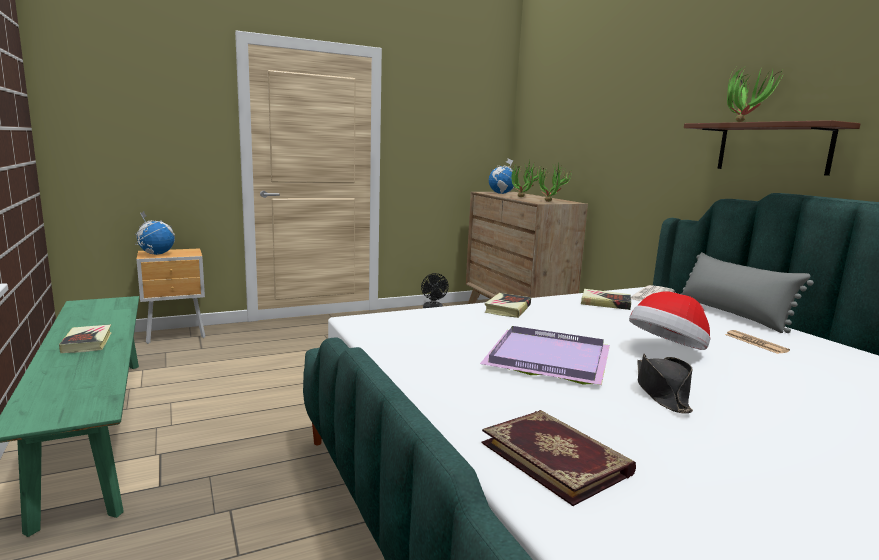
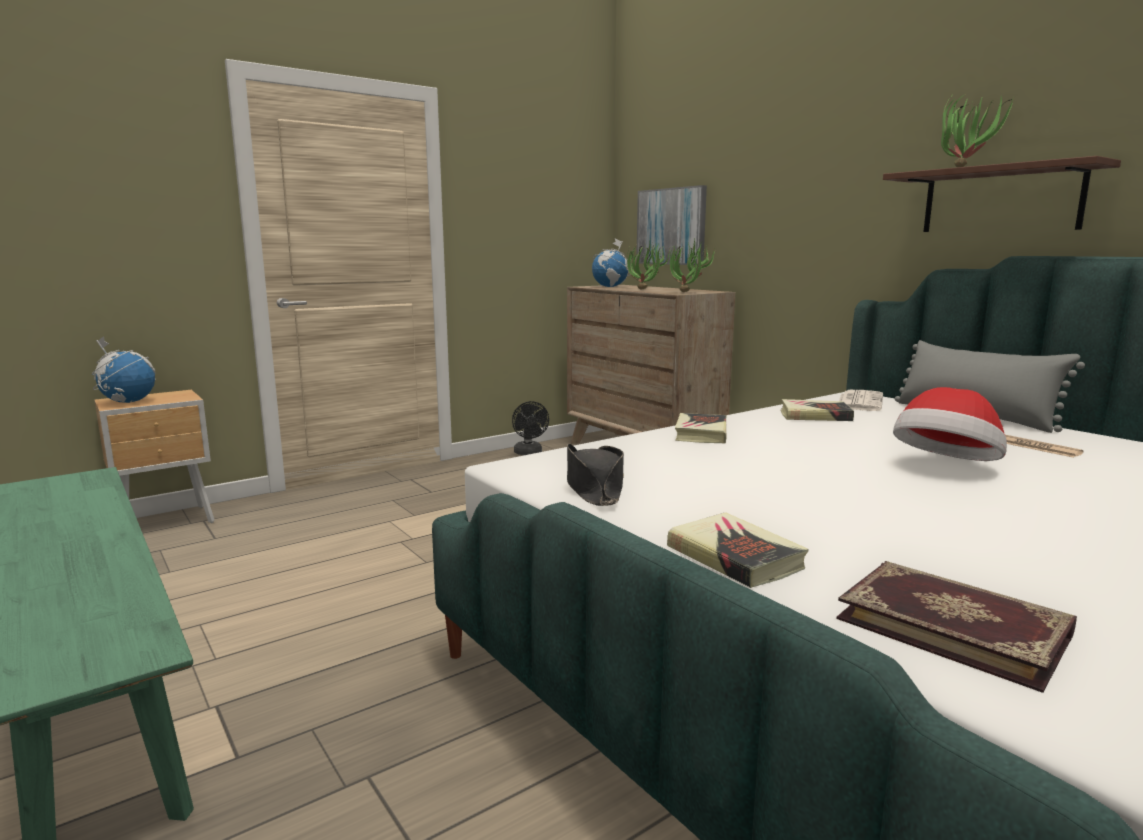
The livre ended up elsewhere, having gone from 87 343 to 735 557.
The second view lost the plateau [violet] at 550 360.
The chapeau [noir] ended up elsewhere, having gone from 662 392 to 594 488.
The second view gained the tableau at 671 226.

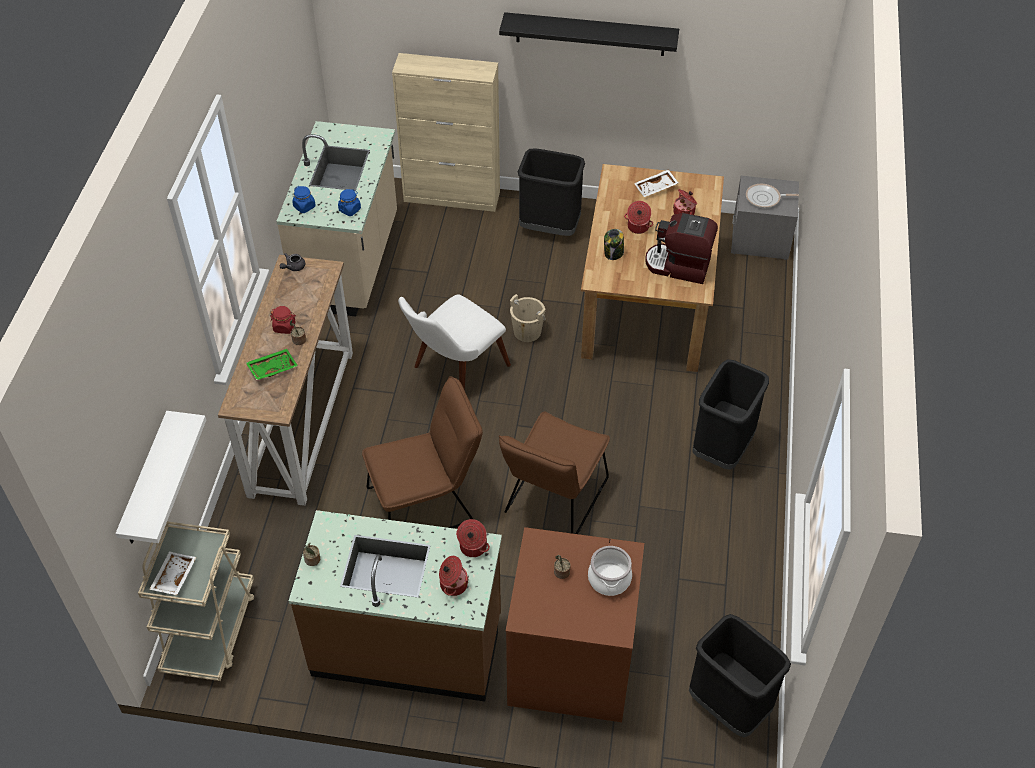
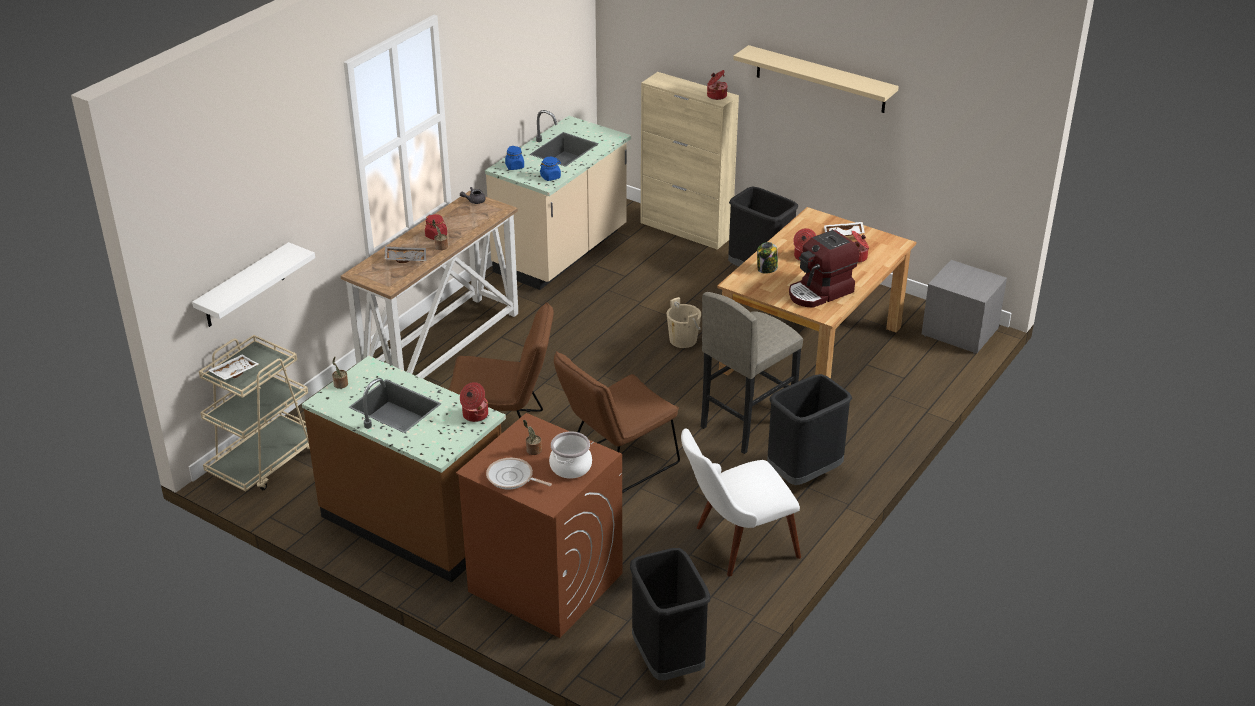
What was the plateau [vert] at 272 368 turned into the plateau [gris] at 406 258.
The chaise [blanc] ended up elsewhere, having gone from 453 372 to 735 545.
The marmite ended up elsewhere, having gone from 453 584 to 716 95.
What was the étagère [noir] at 590 34 turned into the étagère [beige] at 820 79.
The machine à café at 678 266 ended up facing another way, 75 degrees counterclockwise from before.
The poêle ended up elsewhere, having gone from 765 198 to 512 478.
The second view gained the tabouret [gris] at 746 424.

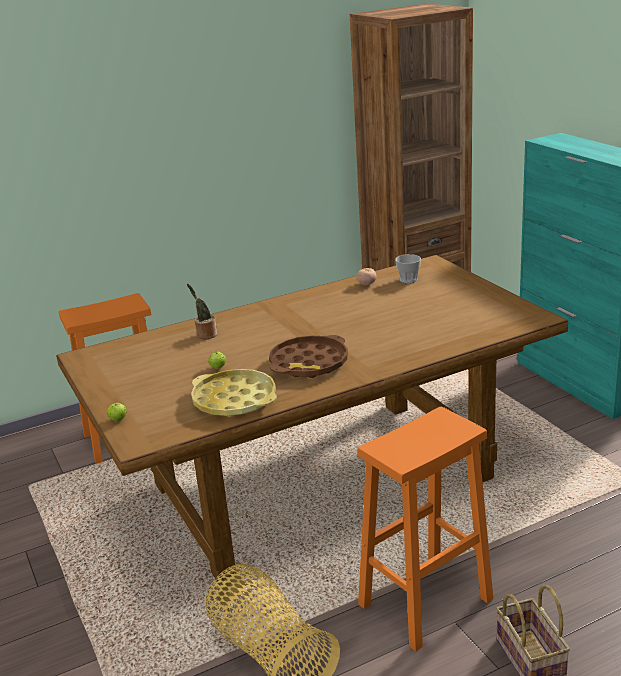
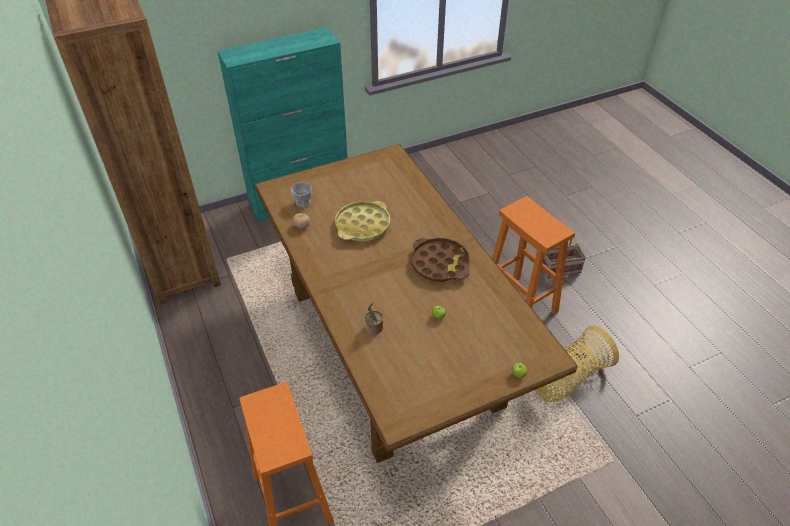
The plateau [jaune] ended up elsewhere, having gone from 234 400 to 363 225.

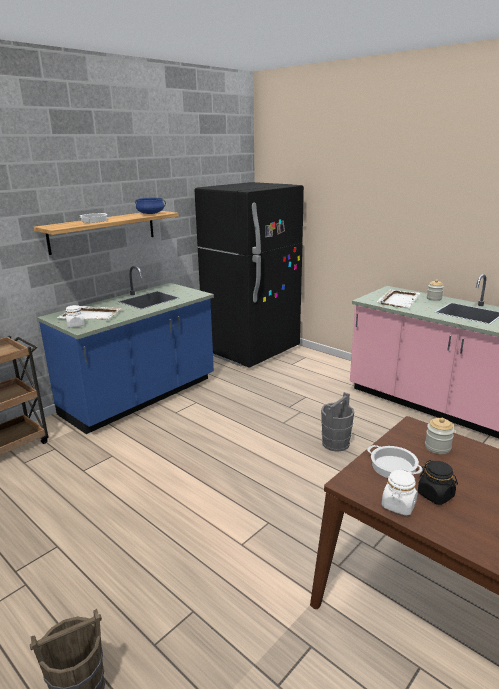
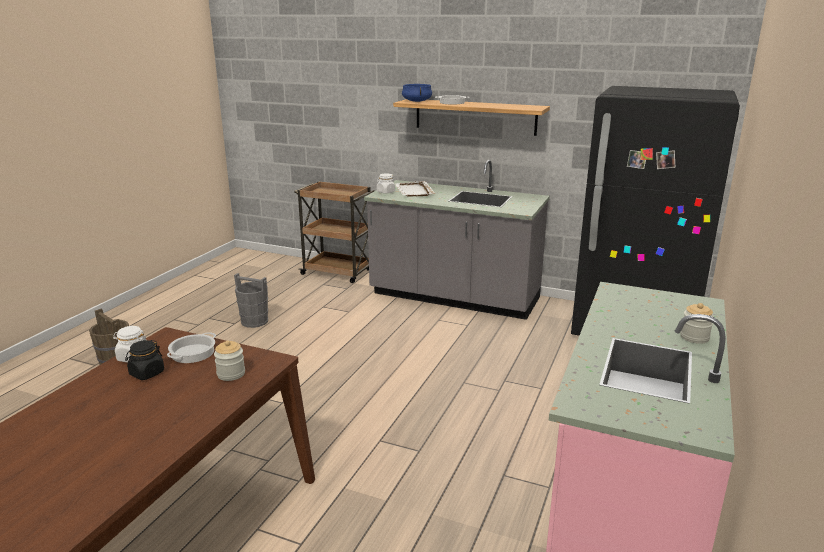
What was the comptoir de cuisine [bleu] at 141 397 turned into the comptoir de cuisine [gris] at 454 297.
The marmite [bleu] ended up elsewhere, having gone from 150 213 to 417 101.
The seau [gris] ended up elsewhere, having gone from 335 443 to 254 321.
The second view lost the plateau [blanc] at 399 300.

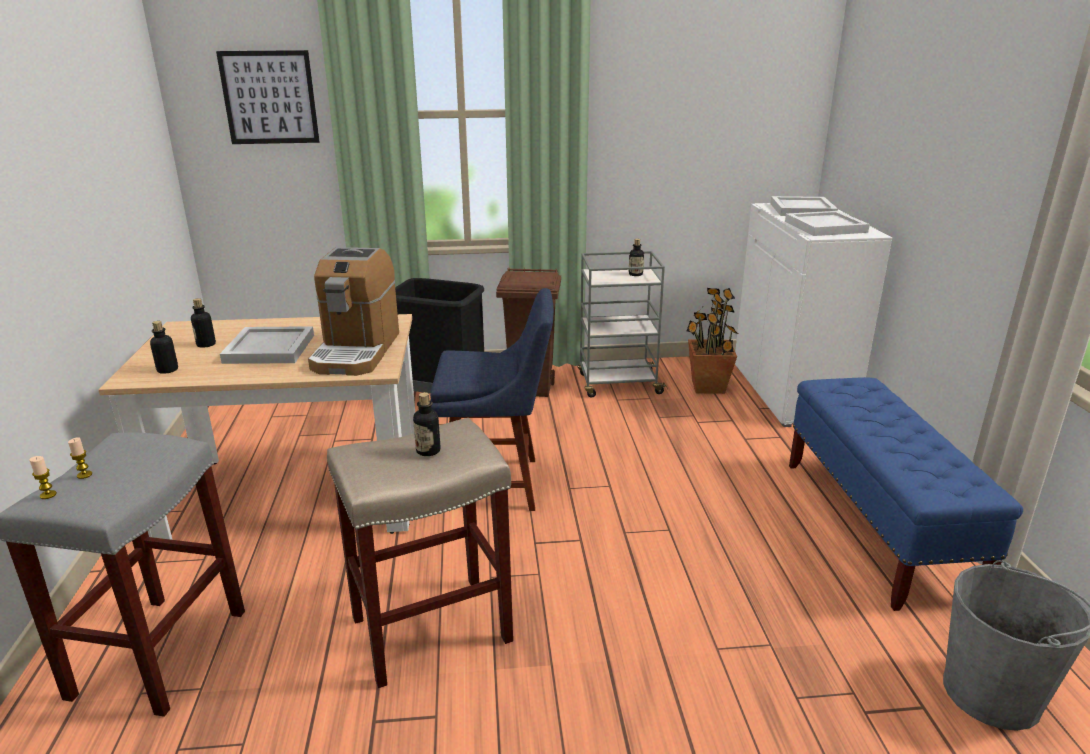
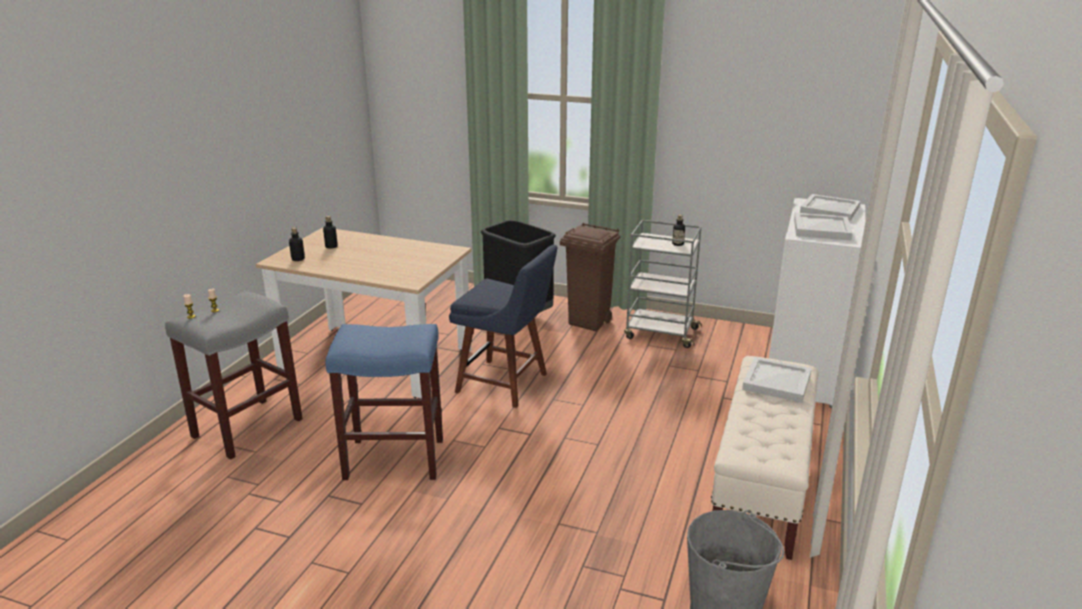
The second view lost the tableau at 269 97.
The plateau [blanc] ended up elsewhere, having gone from 269 348 to 776 381.
The second view lost the machine à café at 356 351.
What was the tabouret [beige] at 433 628 turned into the tabouret [bleu] at 396 458.
The second view lost the bouteille at 428 451.
The second view lost the plante en pot at 707 387.
What was the banc [bleu] at 875 527 turned into the banc [beige] at 761 486.

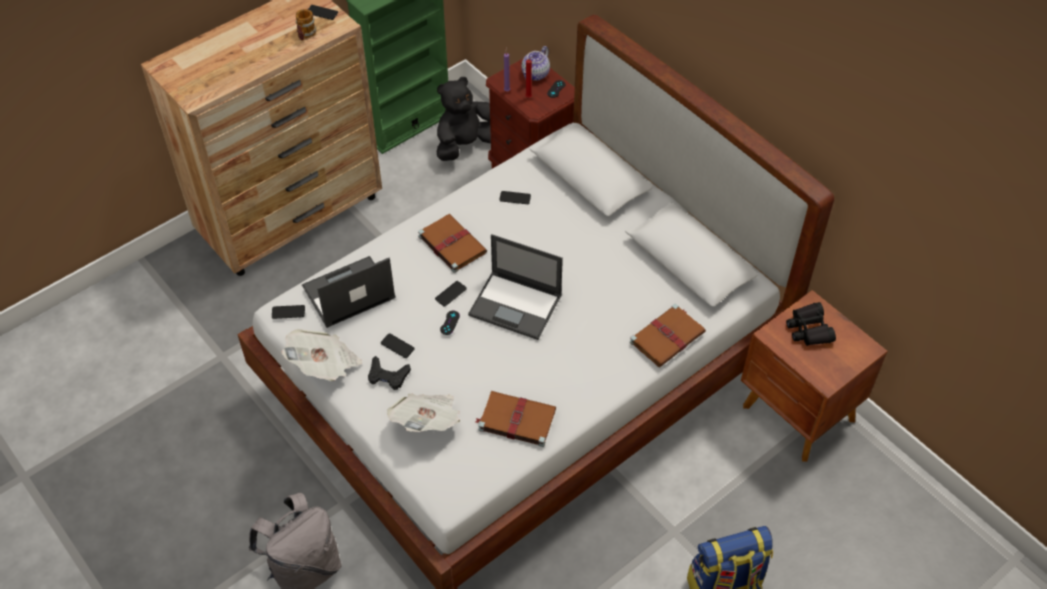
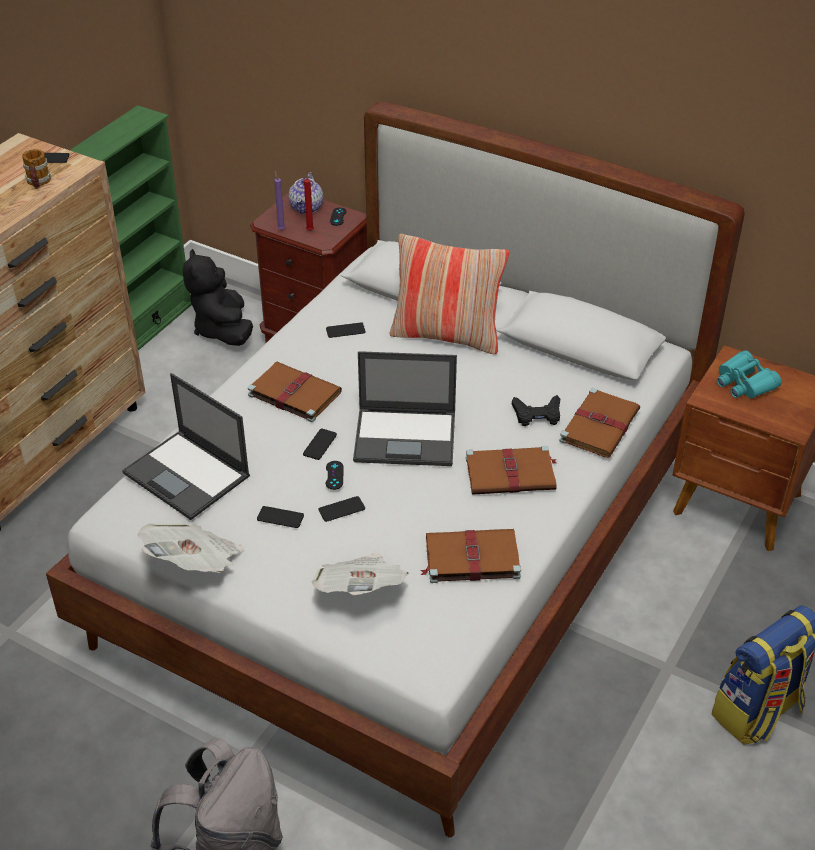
The téléphone ended up elsewhere, having gone from 288 312 to 341 509.
The ordinateur portable at 347 293 ended up facing another way, 90 degrees counterclockwise from before.
The manette [noir] ended up elsewhere, having gone from 388 376 to 537 414.
The peluche [noir] at 464 145 ended up facing another way, 45 degrees counterclockwise from before.
What was the jumelles [noir] at 809 329 turned into the jumelles [turquoise] at 744 383.
The second view gained the coussin at 446 335.
The second view gained the livre [marron] at 512 474.

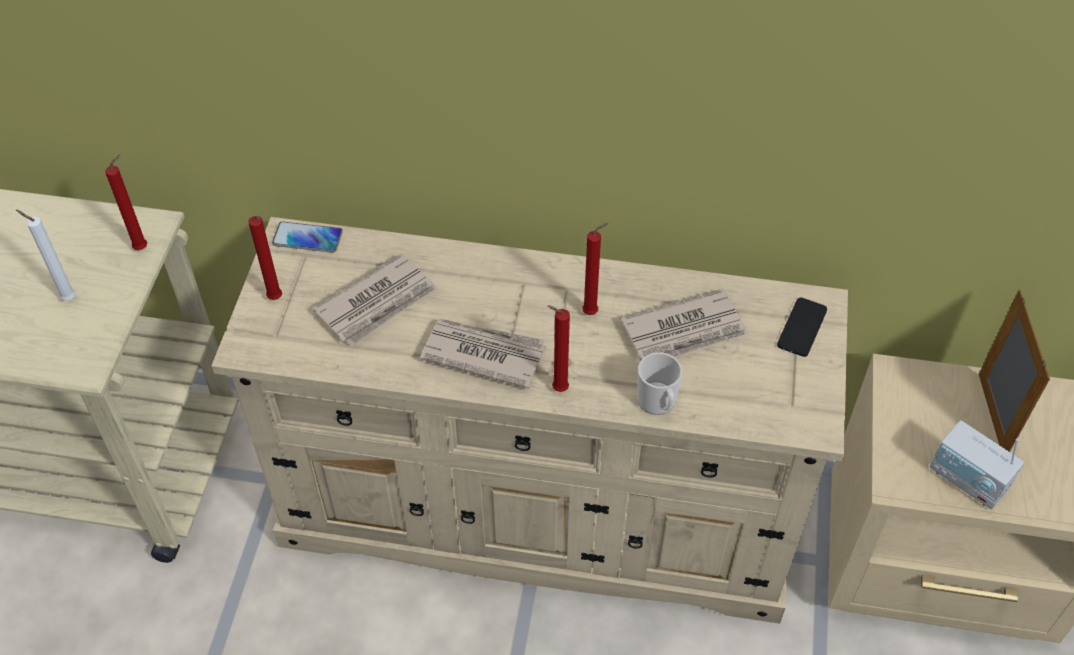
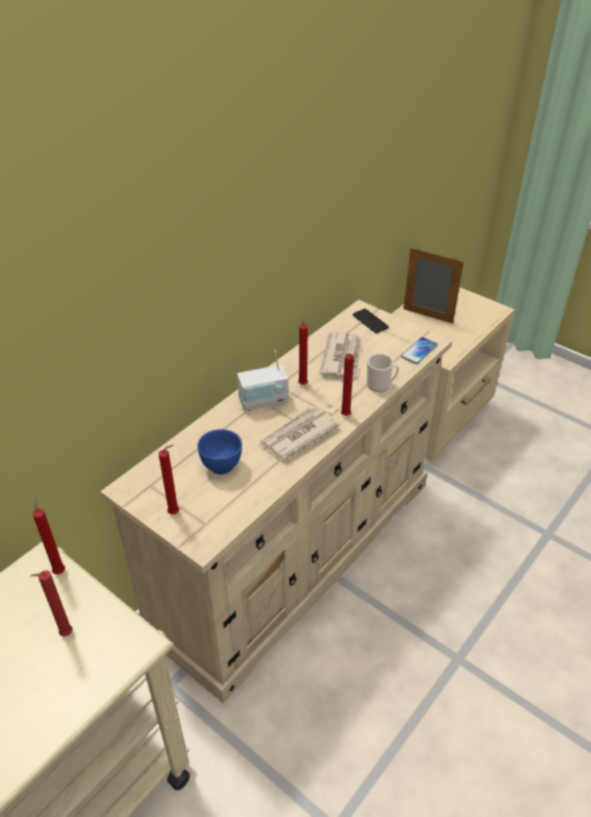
What was the bougie [blanc] at 67 298 turned into the bougie [rouge] at 64 635.
The téléphone ended up elsewhere, having gone from 307 238 to 419 351.
Where the journal stood at 377 303, the bol [bleu] came to stand at 221 466.
The radio ended up elsewhere, having gone from 968 480 to 263 401.

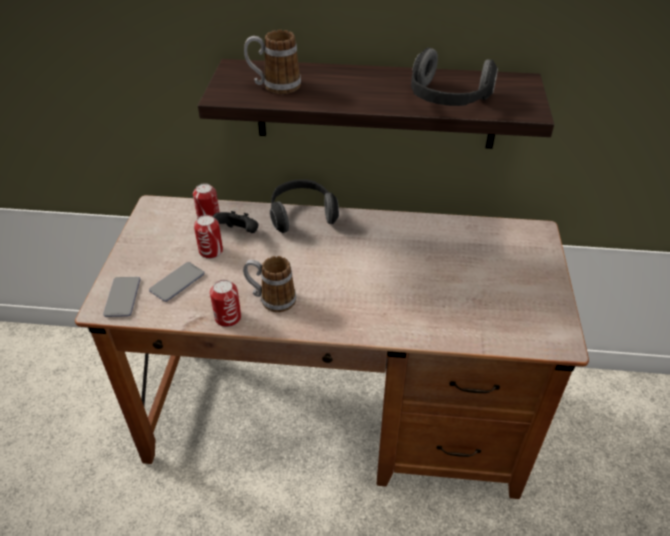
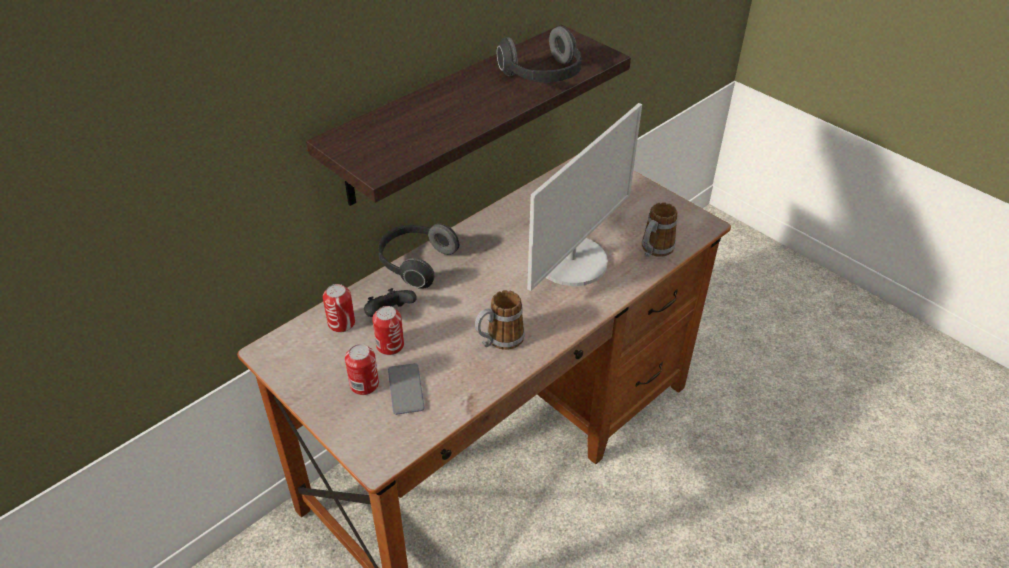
The second view lost the téléphone at 122 297.
The boîte métallique ended up elsewhere, having gone from 228 317 to 364 384.
The mug ended up elsewhere, having gone from 274 86 to 654 250.
The second view gained the écran d'ordinateur at 571 261.

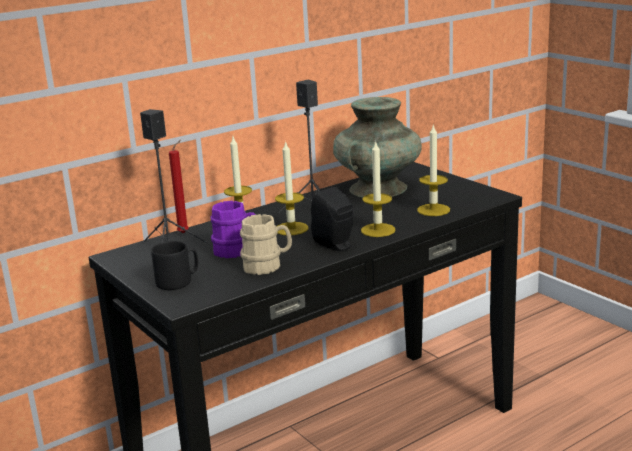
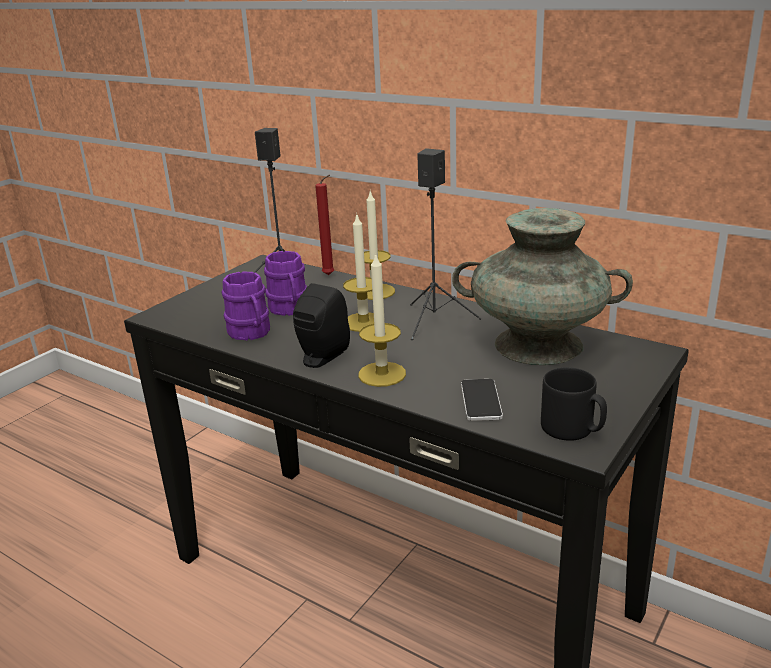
The mug [noir] ended up elsewhere, having gone from 178 282 to 572 429.
What was the mug [beige] at 267 266 turned into the mug [violet] at 251 333.
Where the bougie stood at 433 210, the téléphone came to stand at 480 400.

